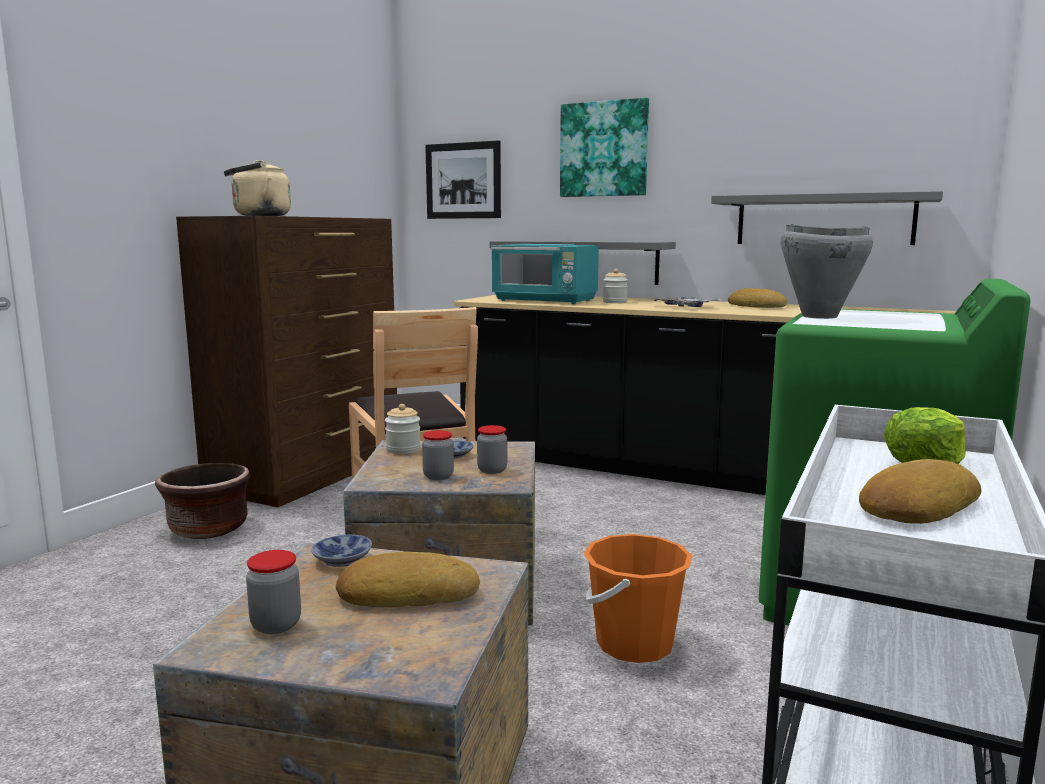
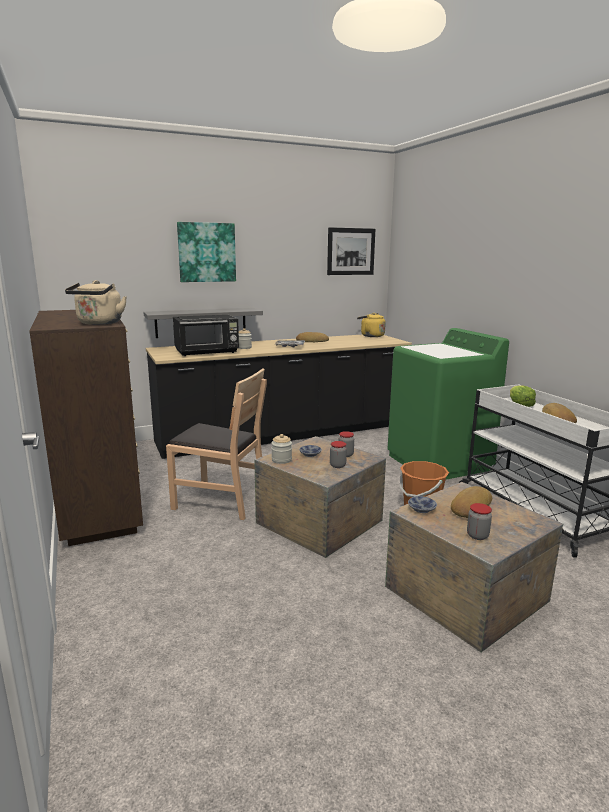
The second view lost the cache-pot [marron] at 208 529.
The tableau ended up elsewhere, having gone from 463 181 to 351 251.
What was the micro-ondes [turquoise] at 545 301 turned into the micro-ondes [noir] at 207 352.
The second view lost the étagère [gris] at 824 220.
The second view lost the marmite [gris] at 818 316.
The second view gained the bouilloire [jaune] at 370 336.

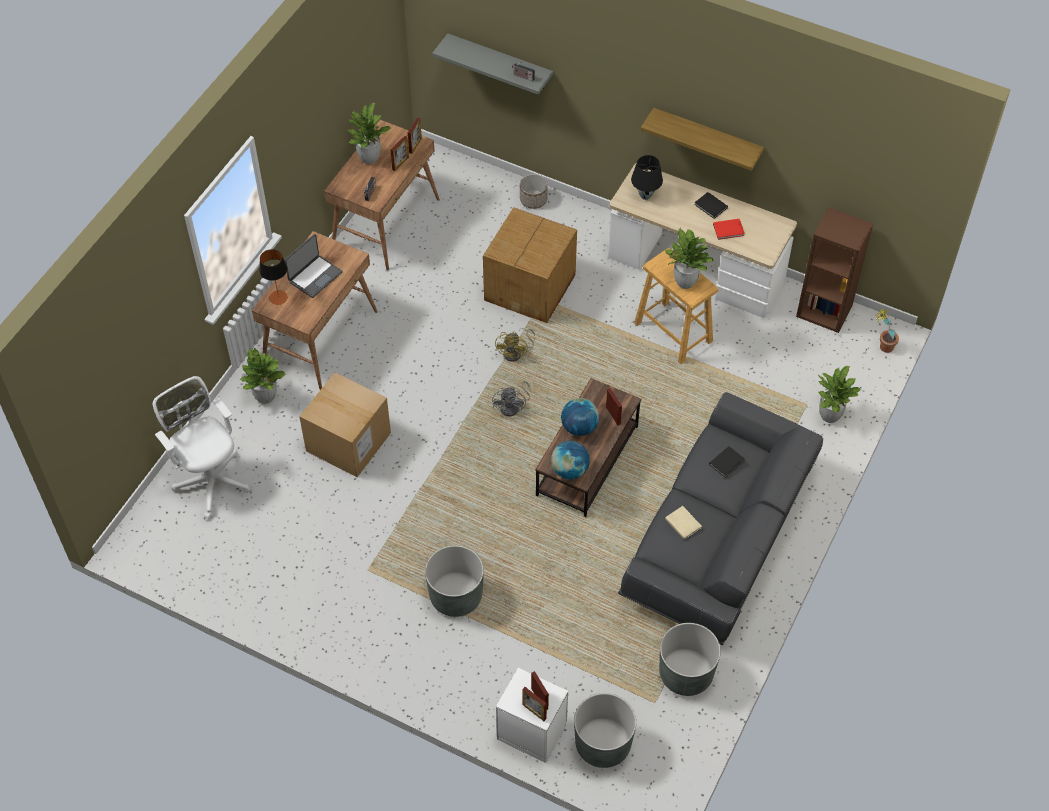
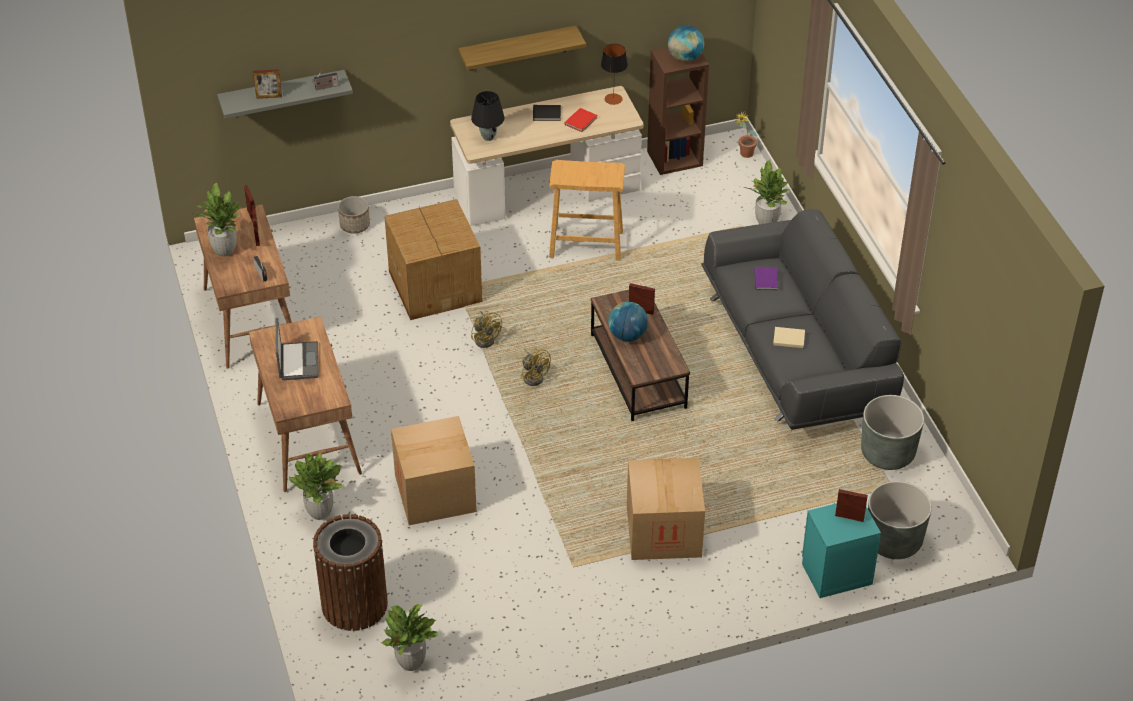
Where the chaise de bureau [blanc] stood at 210 479, the poubelle [marron] came to stand at 354 604.
The lampe de table ended up elsewhere, having gone from 278 297 to 613 99.
Where the cache-pot [gris] stood at 456 596, the carton came to stand at 663 531.
What was the ventilateur [gris] at 513 407 turned into the ventilateur [jaune] at 534 376.
What was the table de chevet [blanc] at 531 730 turned into the table de chevet [turquoise] at 835 573.
The cadre photo ended up elsewhere, having gone from 534 711 to 269 96.
The globe ended up elsewhere, having gone from 569 470 to 685 58.
The plante en pot ended up elsewhere, having gone from 685 282 to 410 663.
What was the livre [noir] at 727 462 turned into the livre [violet] at 766 279.

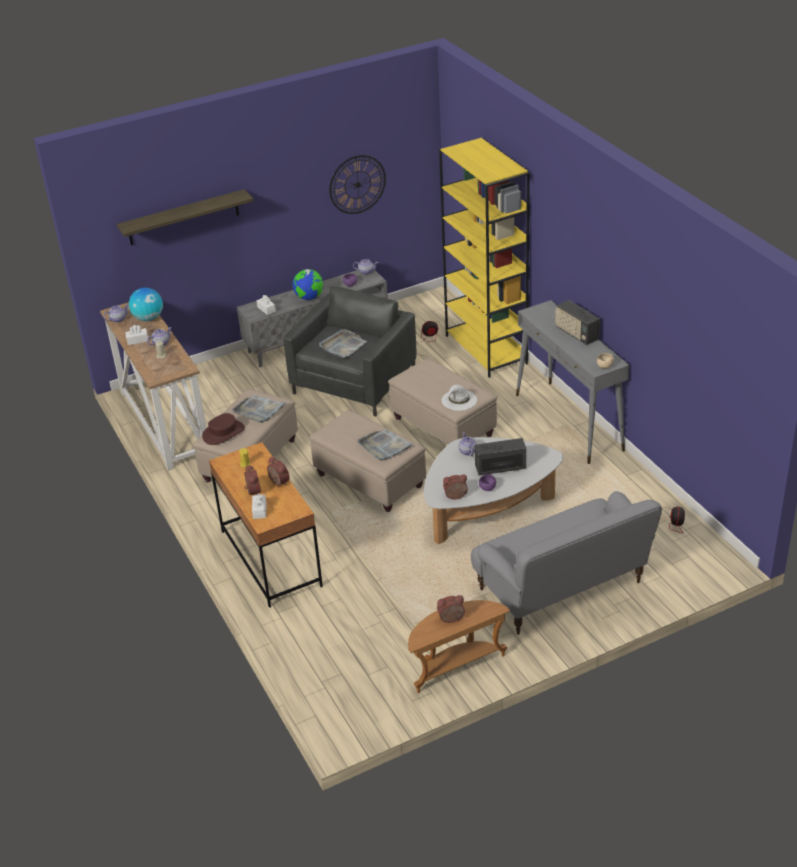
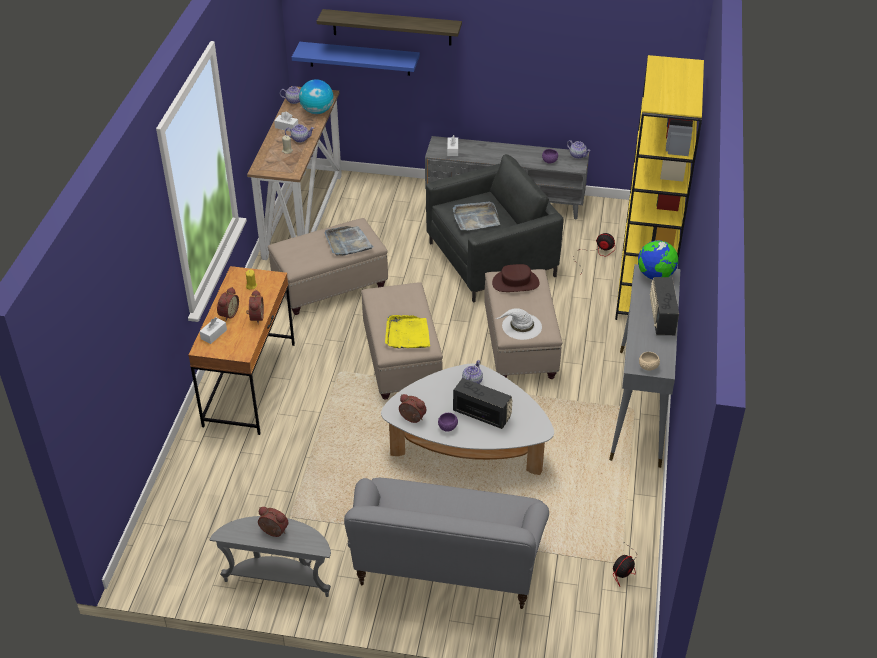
The chapeau [marron] ended up elsewhere, having gone from 223 433 to 515 283.
The globe ended up elsewhere, having gone from 309 298 to 655 275.
The second view lost the horloge murale at 357 184.
What was the plateau [gris] at 384 446 turned into the plateau [jaune] at 407 334.
What was the table d'appoint [marron] at 455 666 turned into the table d'appoint [gris] at 279 578.
The second view gained the étagère [bleu] at 359 58.

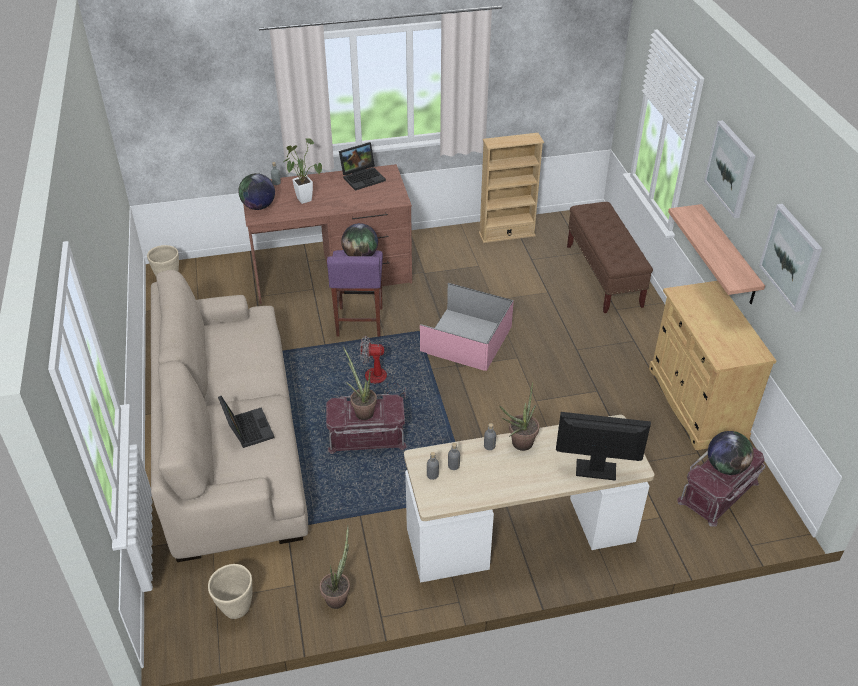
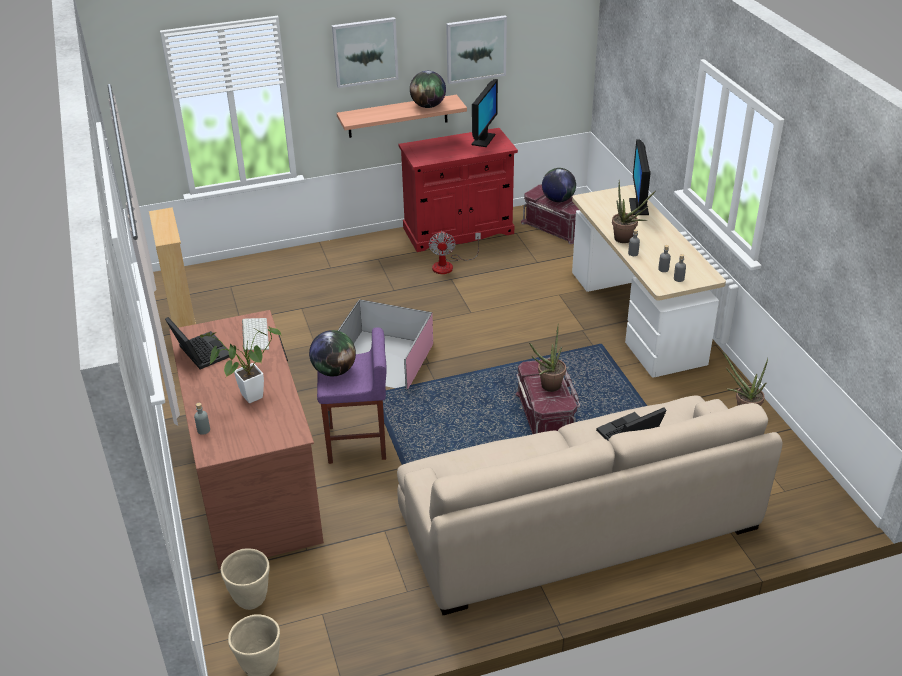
The cache-pot [beige] ended up elsewhere, having gone from 236 608 to 251 600.
The globe ended up elsewhere, having gone from 258 206 to 428 106.
The ventilateur ended up elsewhere, having gone from 380 381 to 449 265.
The second view lost the banc [marron] at 603 276.
What was the meuble de rangement [beige] at 696 403 turned into the meuble de rangement [rouge] at 458 231.
The second view gained the clavier at 254 334.
The second view gained the écran d'ordinateur at 483 140.

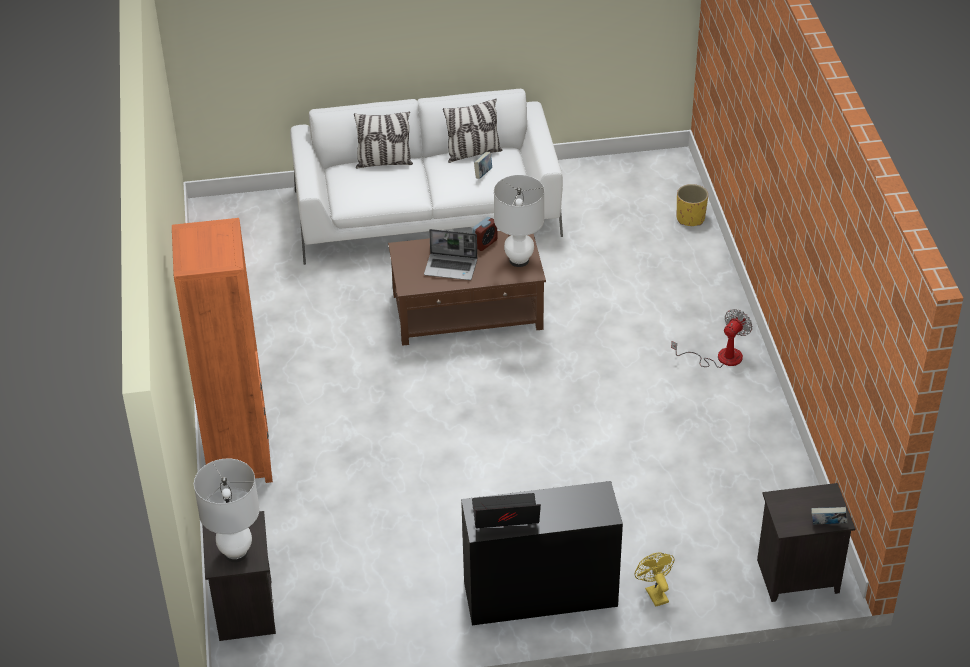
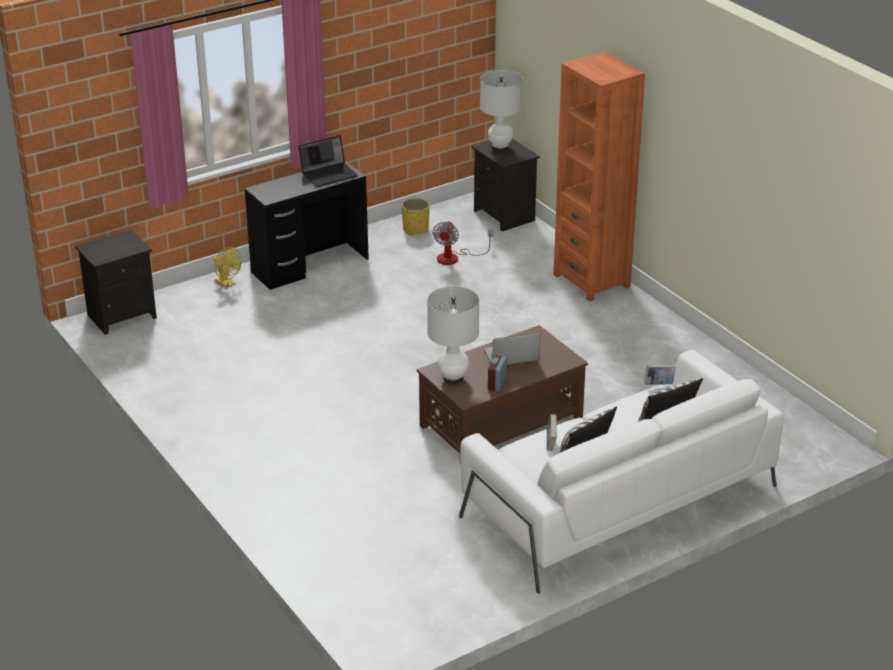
The ventilateur ended up elsewhere, having gone from 720 357 to 455 257.
The cache-pot [jaune] ended up elsewhere, having gone from 690 218 to 416 229.
The livre ended up elsewhere, having gone from 827 525 to 658 384.

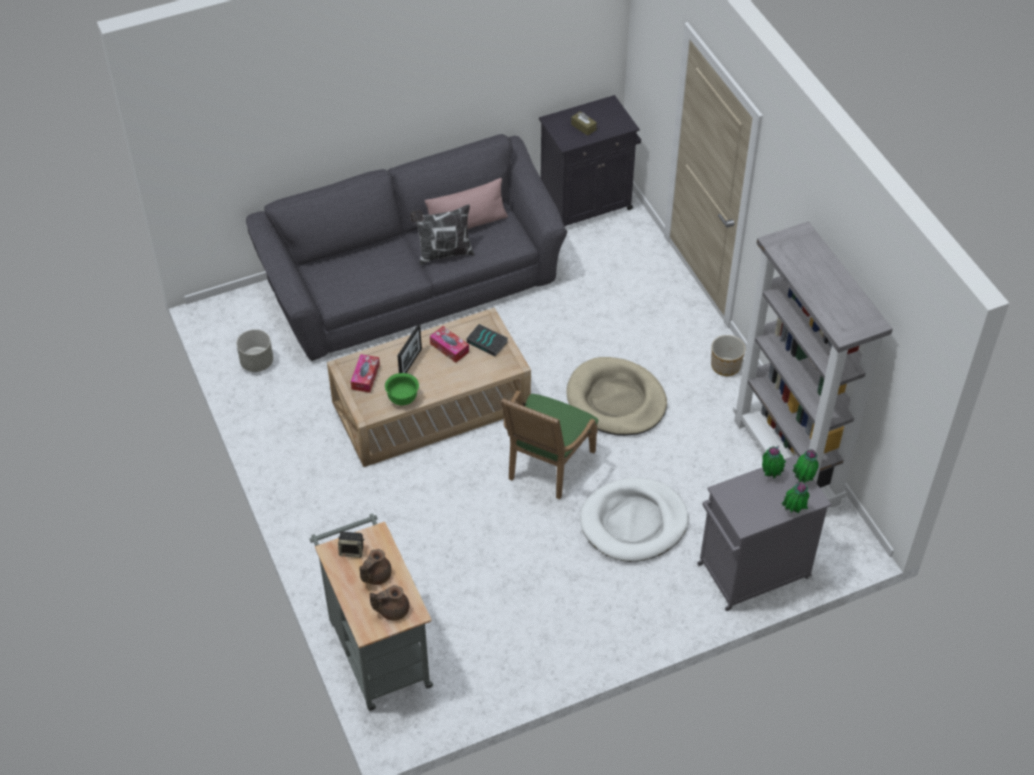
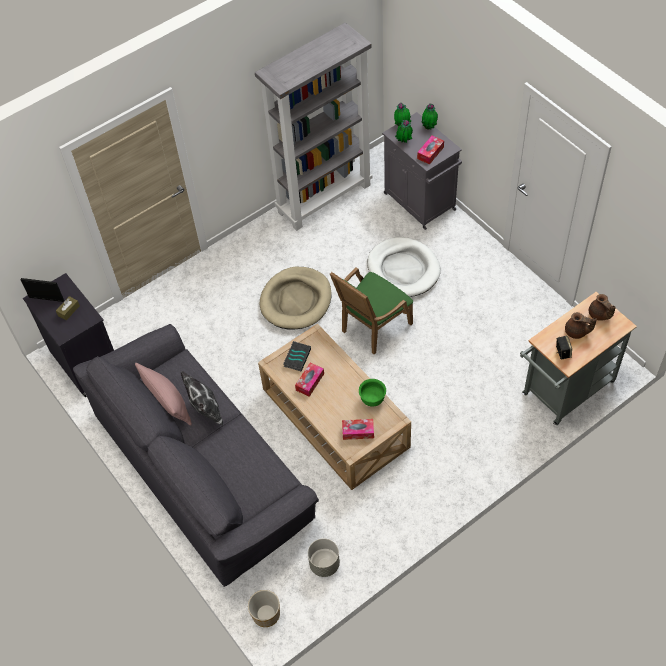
The cadre photo ended up elsewhere, having gone from 410 364 to 46 299.
The fauteuil [vert] at 546 468 ended up facing another way, 120 degrees clockwise from before.
The cache-pot ended up elsewhere, having gone from 725 366 to 266 614.
The second view gained the boîte à mouchoirs at 430 153.

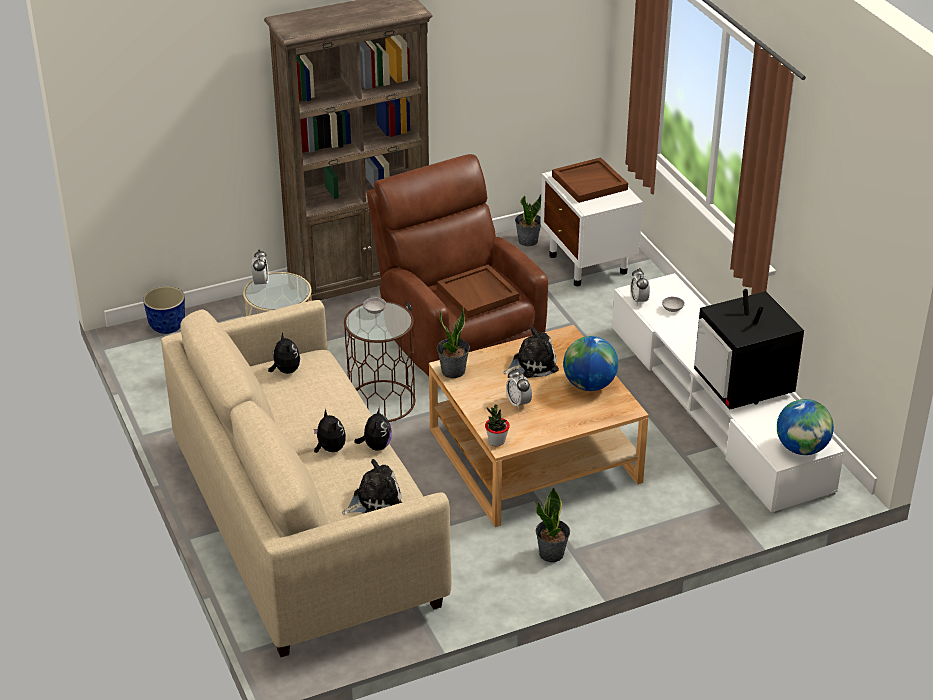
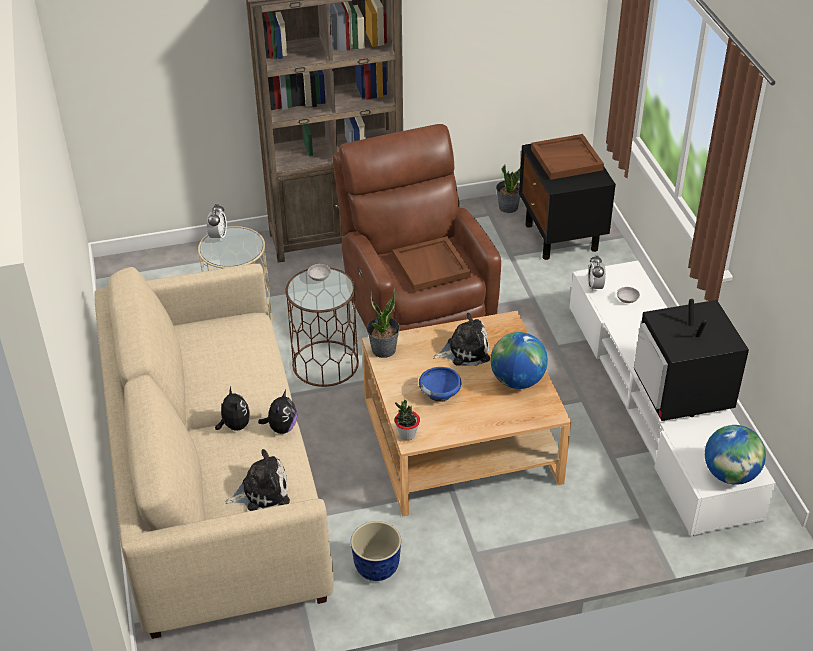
The cache-pot ended up elsewhere, having gone from 168 327 to 377 569.
The second view lost the peluche at 285 371.
Where the réveil stood at 518 403, the bol [bleu] came to stand at 440 393.
The second view lost the plante en pot at 552 553.
What was the table de chevet [blanc] at 588 264 turned into the table de chevet [noir] at 561 238.

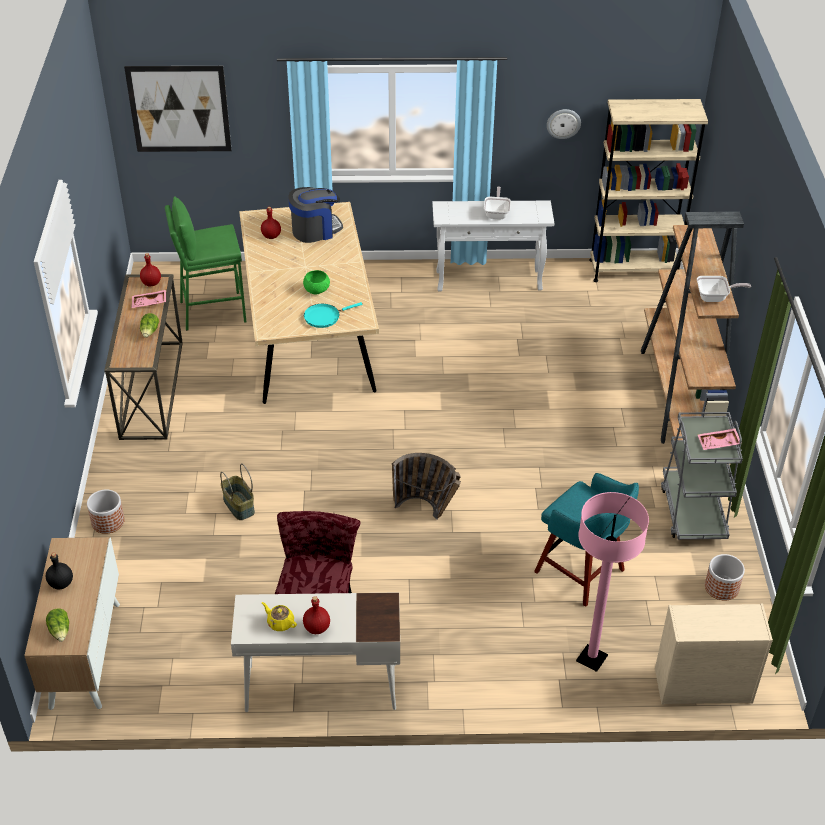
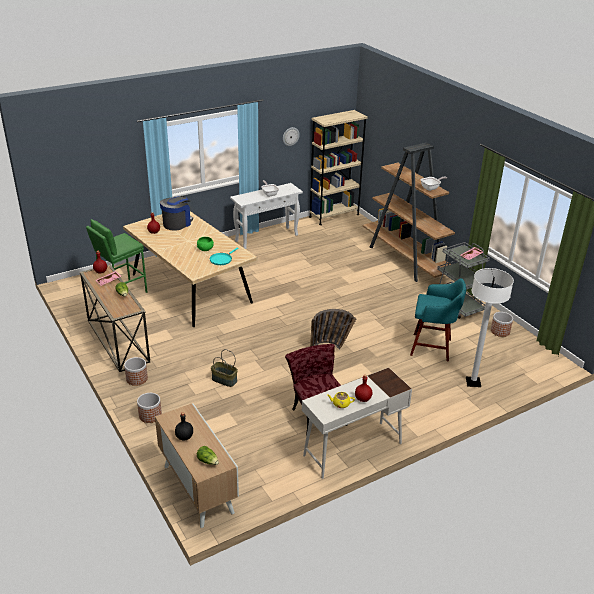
The second view lost the tableau at 179 109.
What was the lampadaire [rose] at 591 658 turned into the lampadaire [blanc] at 473 382.
The second view lost the commode [beige] at 702 685.
The second view gained the cache-pot at 137 379.

